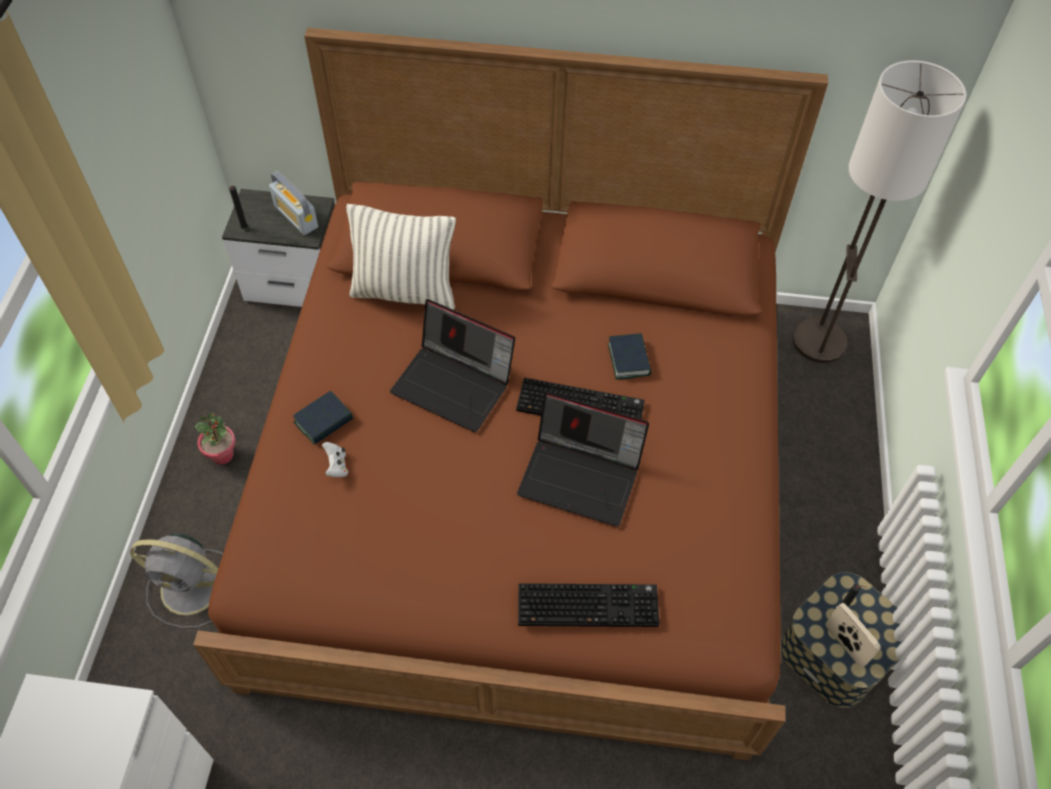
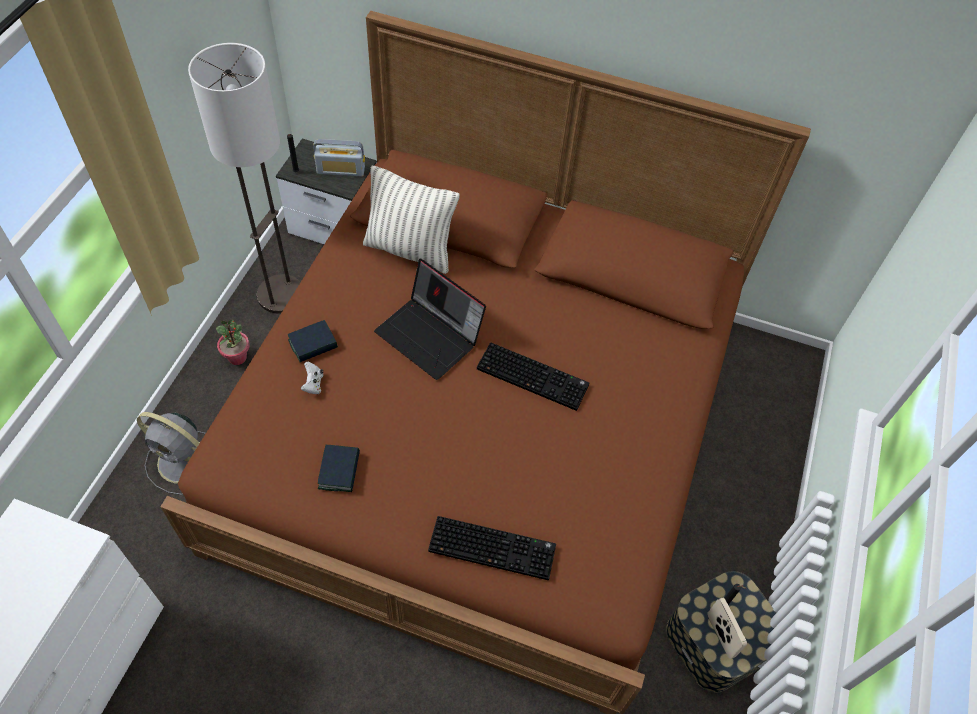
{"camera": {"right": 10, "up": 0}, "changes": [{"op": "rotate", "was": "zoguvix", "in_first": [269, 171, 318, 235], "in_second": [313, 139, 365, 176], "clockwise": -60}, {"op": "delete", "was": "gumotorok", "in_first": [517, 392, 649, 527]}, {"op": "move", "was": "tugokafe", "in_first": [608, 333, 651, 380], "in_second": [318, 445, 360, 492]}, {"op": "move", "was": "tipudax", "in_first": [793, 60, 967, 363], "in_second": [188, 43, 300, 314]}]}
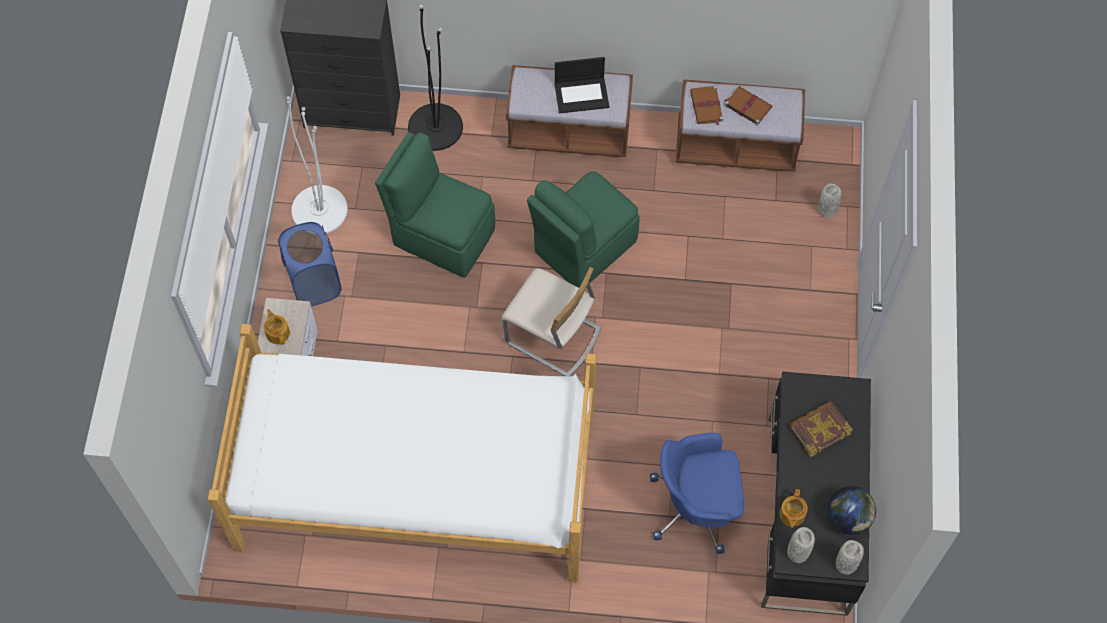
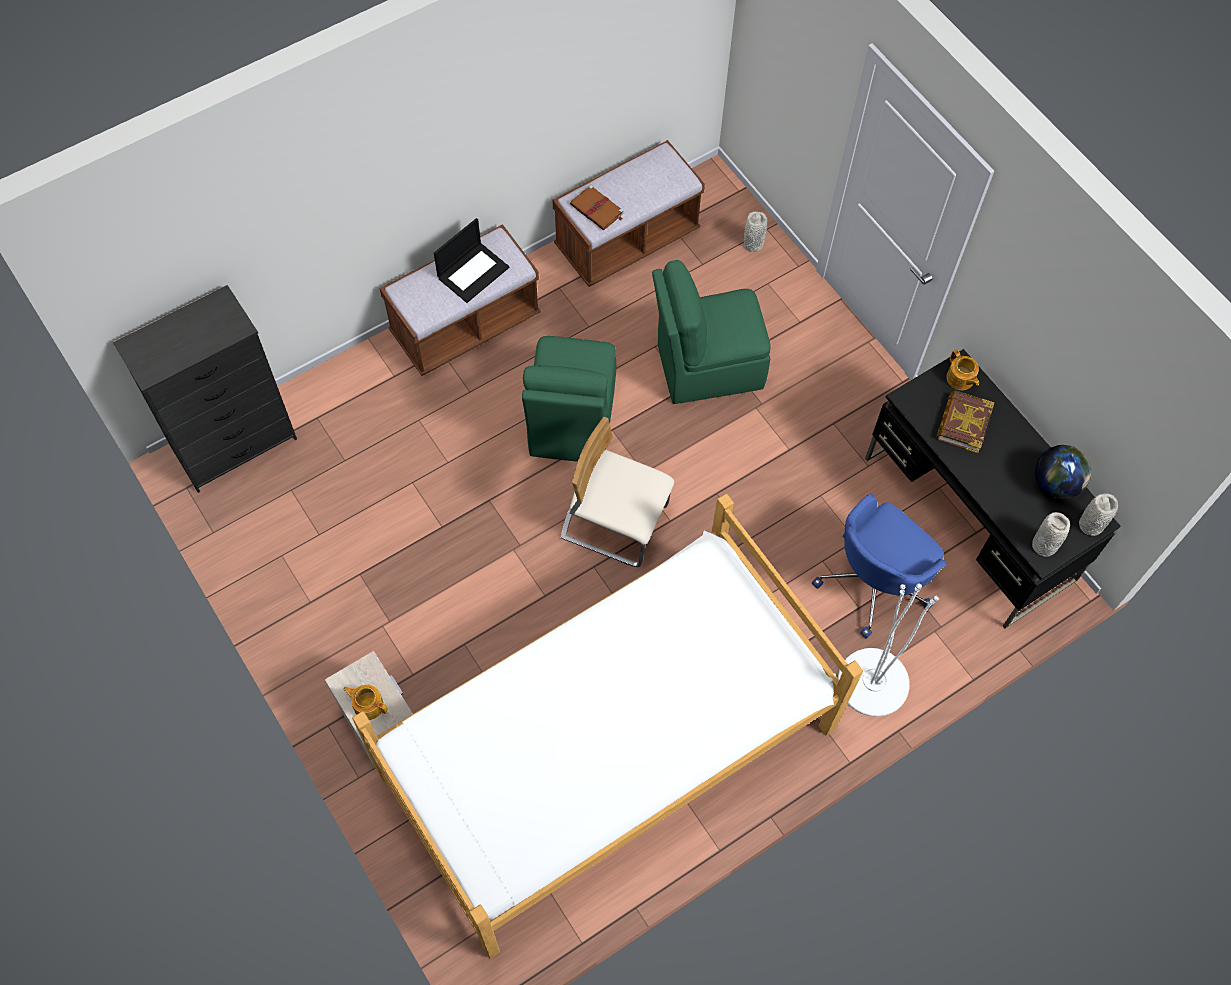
{"camera": {"right": -40, "up": 0}, "changes": [{"op": "delete", "was": "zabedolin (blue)", "in_first": [278, 222, 342, 306]}, {"op": "move", "was": "tipudax (white)", "in_first": [286, 96, 348, 234], "in_second": [838, 583, 939, 717]}, {"op": "move", "was": "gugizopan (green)", "in_first": [375, 132, 495, 278], "in_second": [652, 260, 771, 404]}, {"op": "delete", "was": "tipudax (black)", "in_first": [408, 5, 463, 151]}, {"op": "rotate", "was": "gugizopan (beige)", "in_first": [502, 267, 601, 376], "in_second": [561, 417, 674, 567], "clockwise": -150}, {"op": "delete", "was": "tugokafe (brown)", "in_first": [724, 86, 772, 126]}, {"op": "move", "was": "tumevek", "in_first": [779, 489, 808, 528], "in_second": [946, 349, 979, 390]}]}
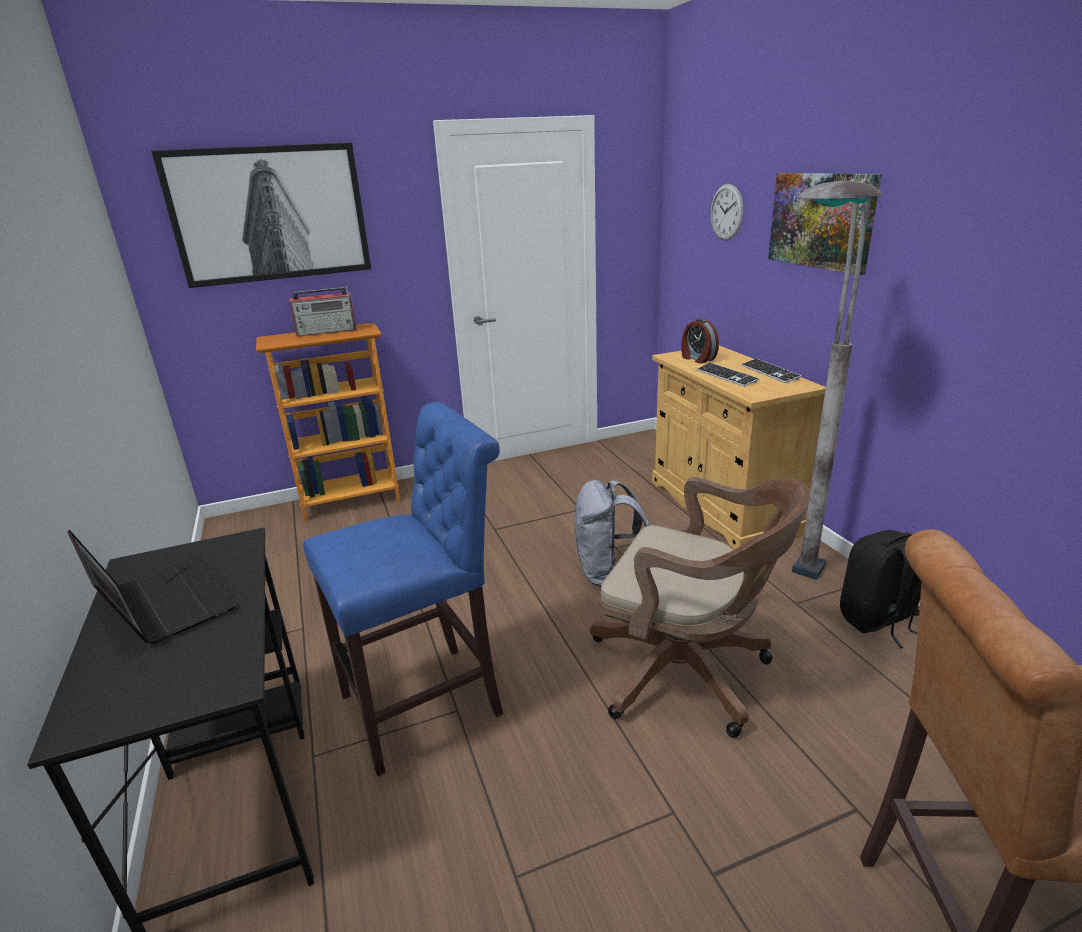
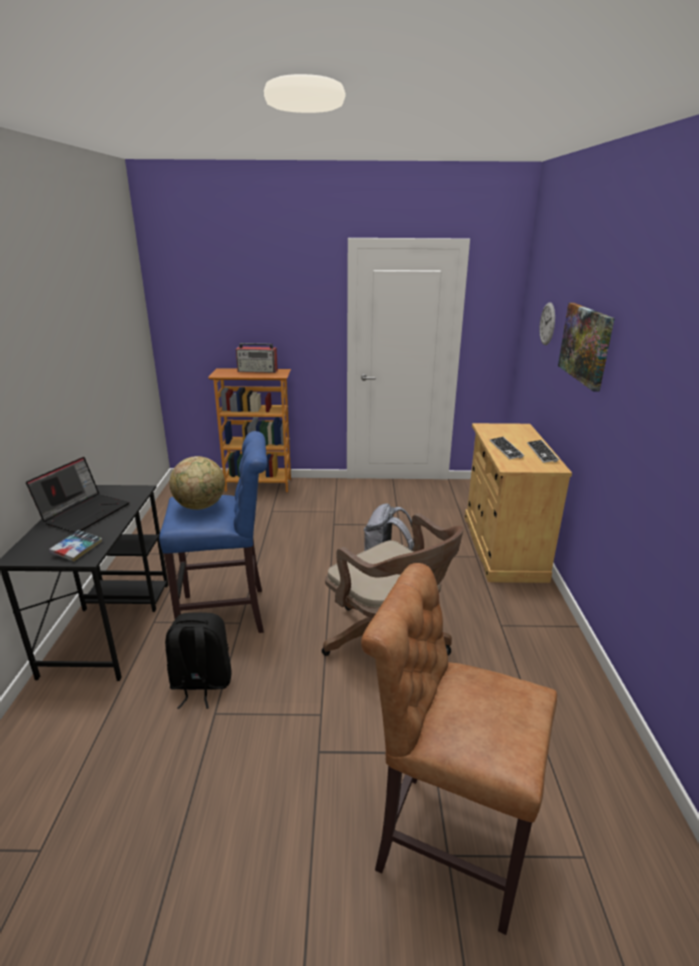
{"camera": {"right": 20, "up": 0}, "changes": [{"op": "rotate", "was": "gumotorok", "in_first": [67, 530, 238, 644], "in_second": [26, 457, 129, 533], "clockwise": 45}, {"op": "delete", "was": "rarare", "in_first": [151, 143, 371, 288]}, {"op": "delete", "was": "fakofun", "in_first": [681, 319, 719, 364]}, {"op": "delete", "was": "tipudax (grey)", "in_first": [792, 178, 882, 580]}, {"op": "move", "was": "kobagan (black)", "in_first": [840, 530, 922, 648], "in_second": [165, 613, 231, 709]}, {"op": "insert", "now": "tugokafe", "in_second": [49, 530, 102, 562]}, {"op": "insert", "now": "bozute", "in_second": [169, 456, 225, 510]}]}
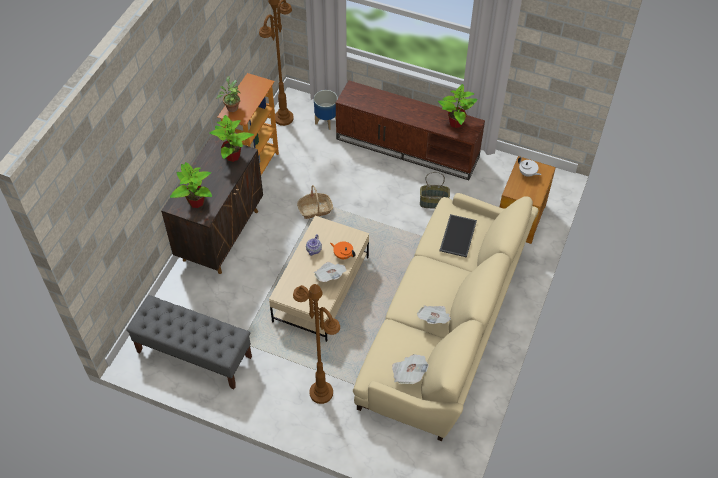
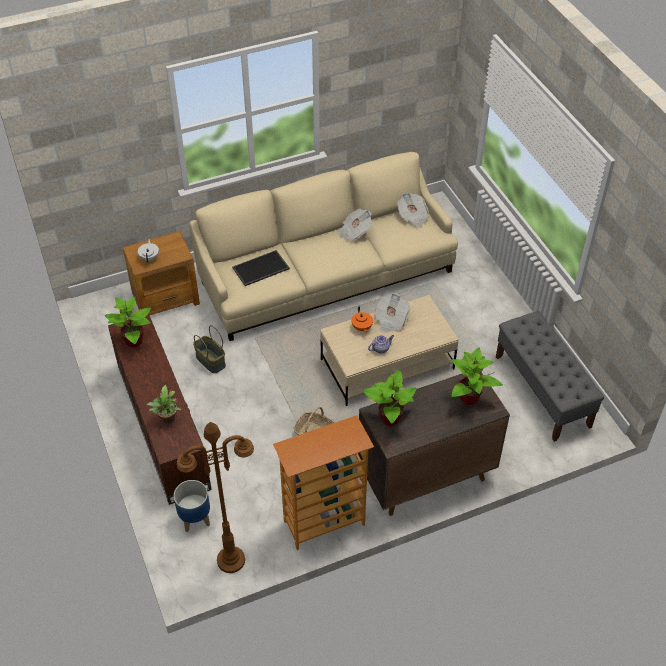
{"camera": {"right": -135, "up": -5}, "changes": [{"op": "move", "was": "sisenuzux", "in_first": [216, 76, 240, 112], "in_second": [147, 385, 182, 424]}, {"op": "delete", "was": "tipudax (brown)", "in_first": [293, 284, 340, 404]}]}
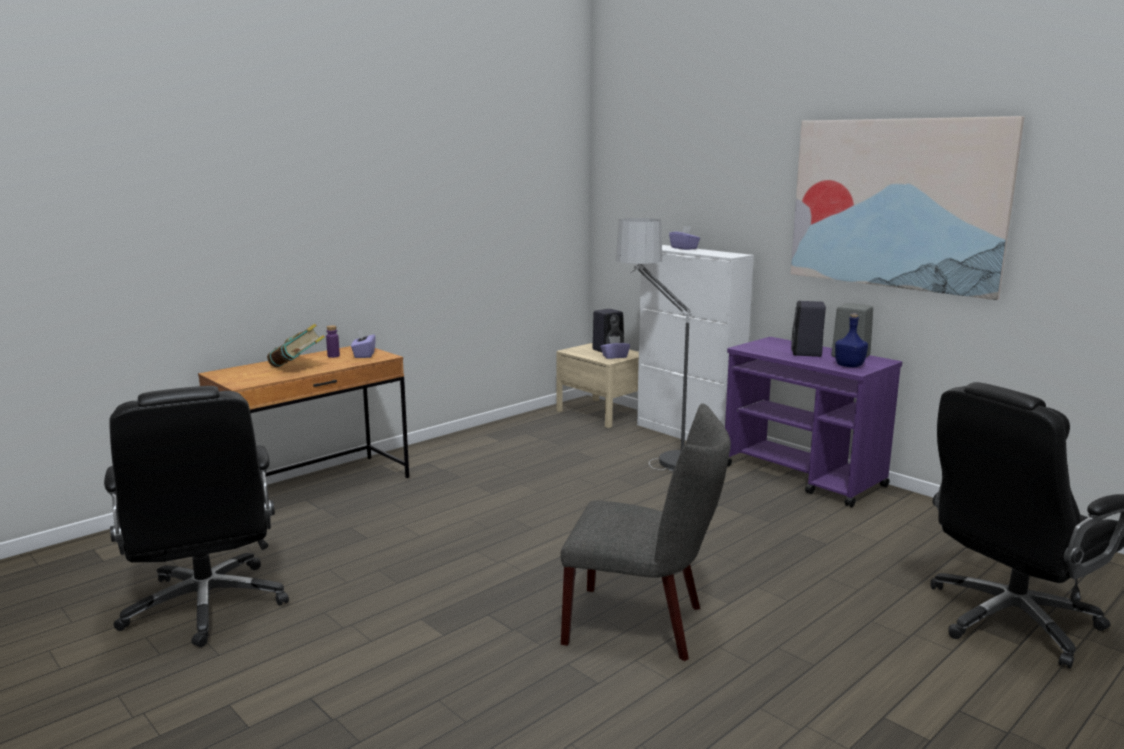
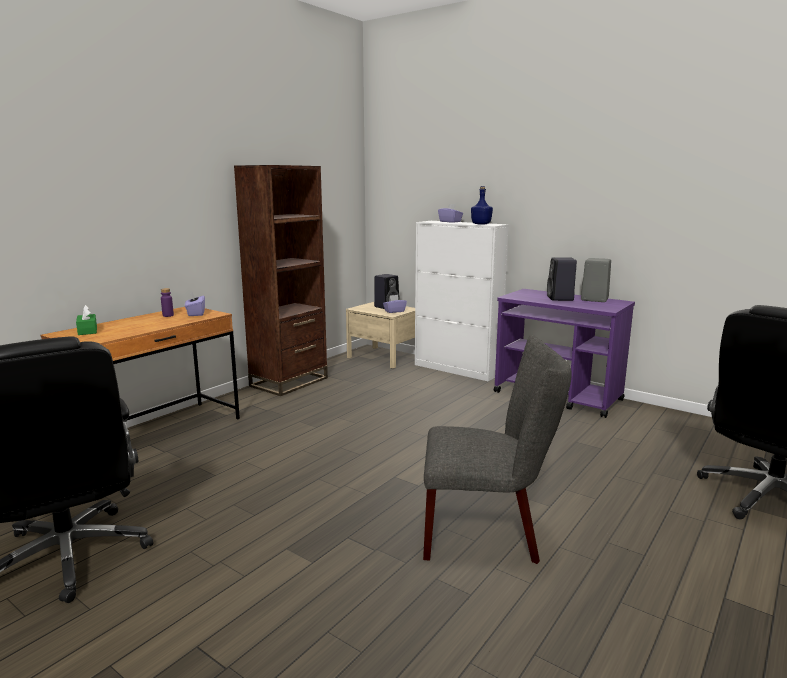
{"camera": {"right": -10, "up": 0}, "changes": [{"op": "delete", "was": "tugokafe", "in_first": [267, 324, 325, 368]}, {"op": "delete", "was": "tipudax", "in_first": [616, 218, 692, 471]}, {"op": "delete", "was": "rarare", "in_first": [791, 116, 1025, 300]}, {"op": "move", "was": "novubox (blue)", "in_first": [835, 313, 868, 367], "in_second": [471, 186, 493, 225]}, {"op": "insert", "now": "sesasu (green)", "in_second": [76, 305, 97, 335]}, {"op": "insert", "now": "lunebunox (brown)", "in_second": [234, 165, 328, 396]}]}
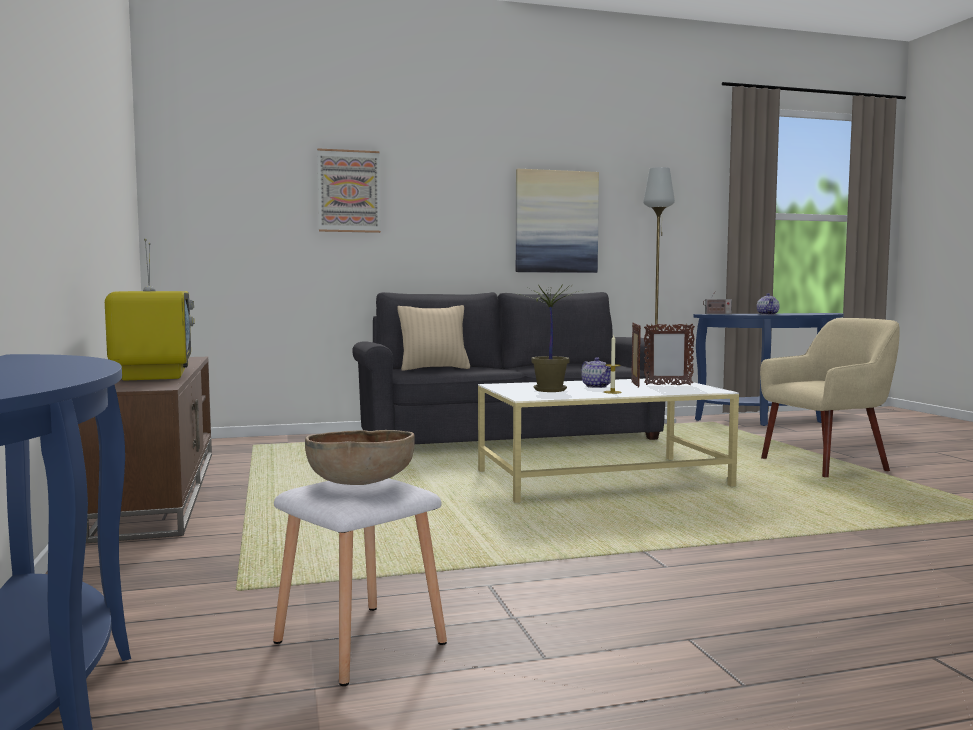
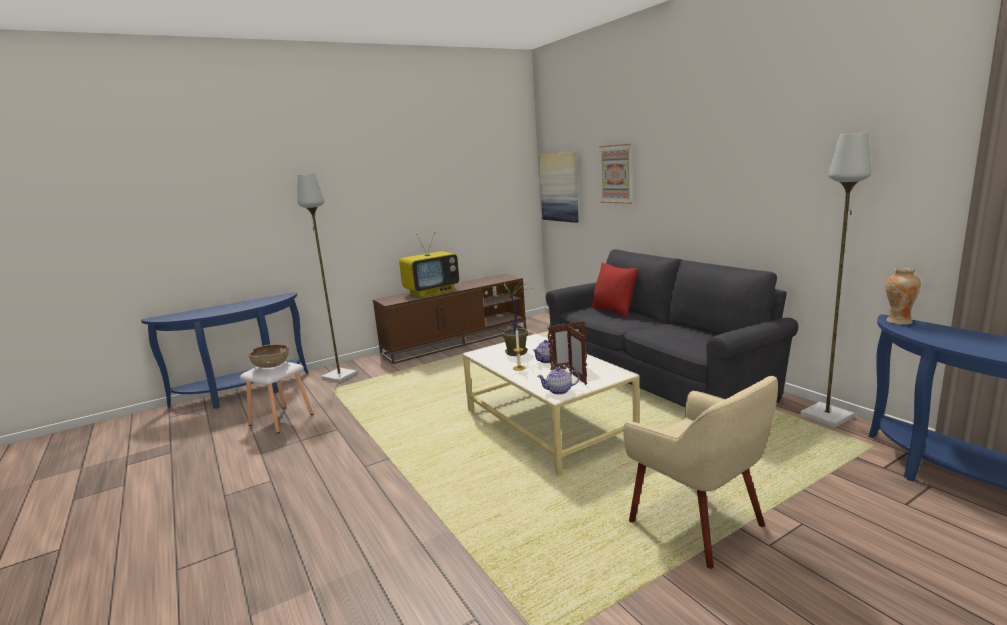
{"camera": {"right": 75, "up": 10}, "changes": [{"op": "recolor", "was": "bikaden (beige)", "now": "bikaden (red)", "in_first": [398, 305, 470, 371], "in_second": [592, 263, 638, 317]}, {"op": "move", "was": "rarare", "in_first": [516, 169, 599, 273], "in_second": [539, 152, 579, 223]}, {"op": "replace", "was": "zoguvix", "now": "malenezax", "in_first": [703, 291, 732, 314], "in_second": [886, 268, 921, 325]}, {"op": "move", "was": "tumevek", "in_first": [757, 293, 780, 315], "in_second": [537, 367, 580, 395]}, {"op": "insert", "now": "tipudax (grey)", "in_second": [297, 173, 358, 383]}]}
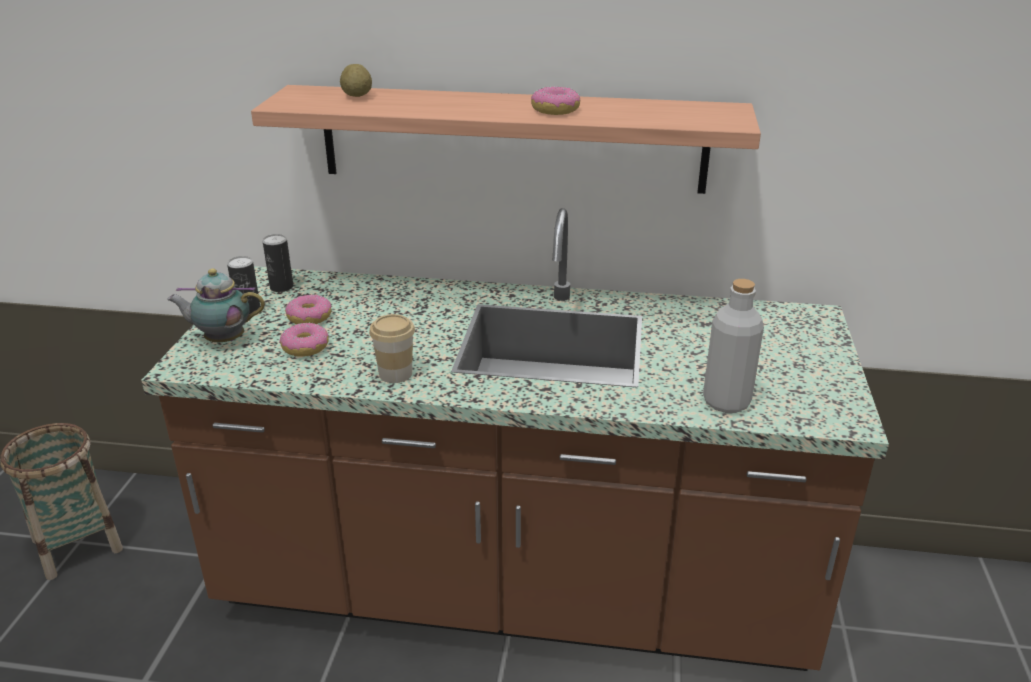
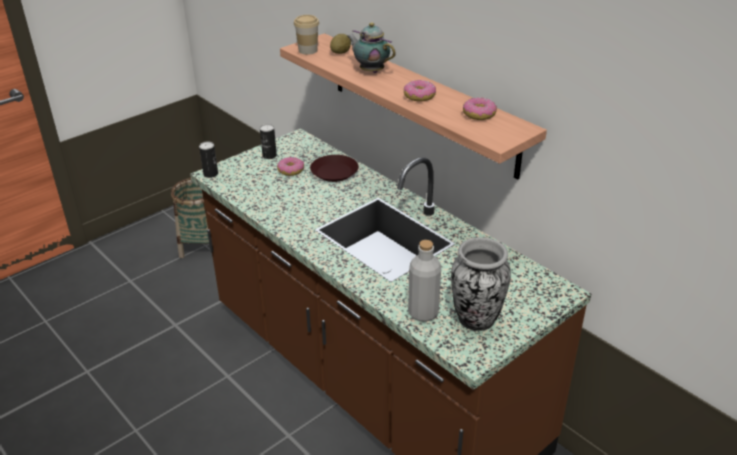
{"camera": {"right": 40, "up": 5}, "changes": [{"op": "move", "was": "tumevek", "in_first": [167, 269, 265, 342], "in_second": [347, 22, 396, 73]}, {"op": "move", "was": "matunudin", "in_first": [263, 234, 293, 292], "in_second": [199, 141, 218, 178]}, {"op": "move", "was": "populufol", "in_first": [279, 323, 329, 357], "in_second": [463, 97, 497, 120]}, {"op": "move", "was": "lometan", "in_first": [369, 314, 415, 383], "in_second": [294, 15, 319, 55]}, {"op": "insert", "now": "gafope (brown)", "in_second": [310, 155, 359, 182]}, {"op": "insert", "now": "malenezax", "in_second": [451, 237, 511, 331]}]}
